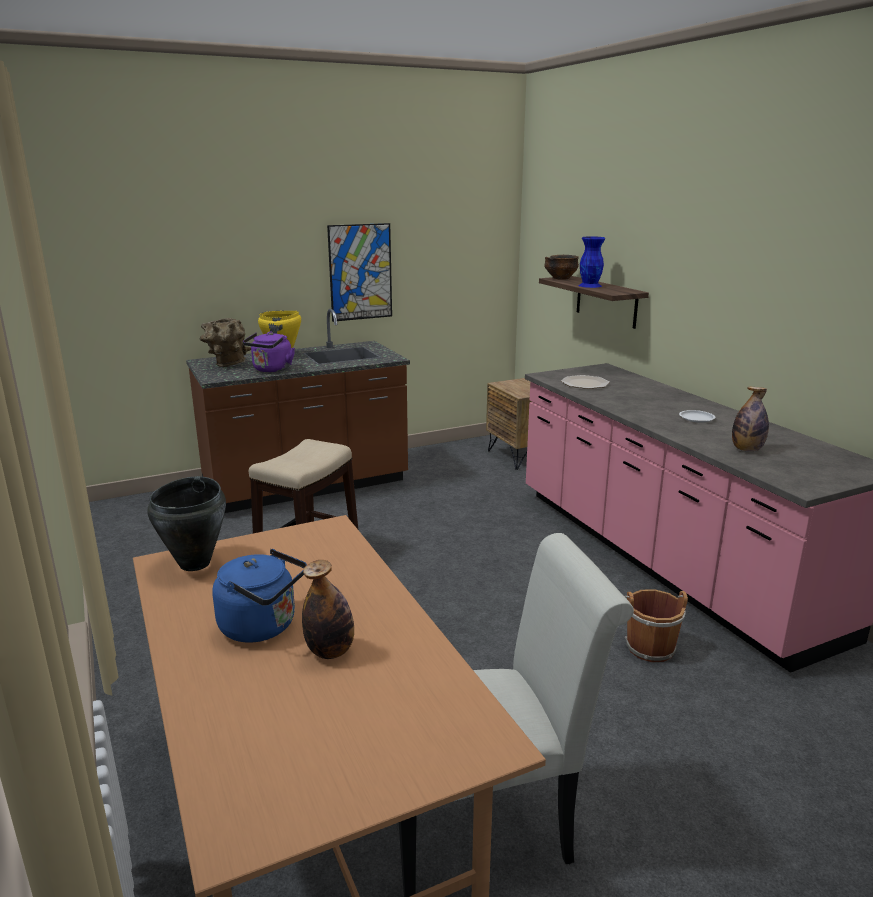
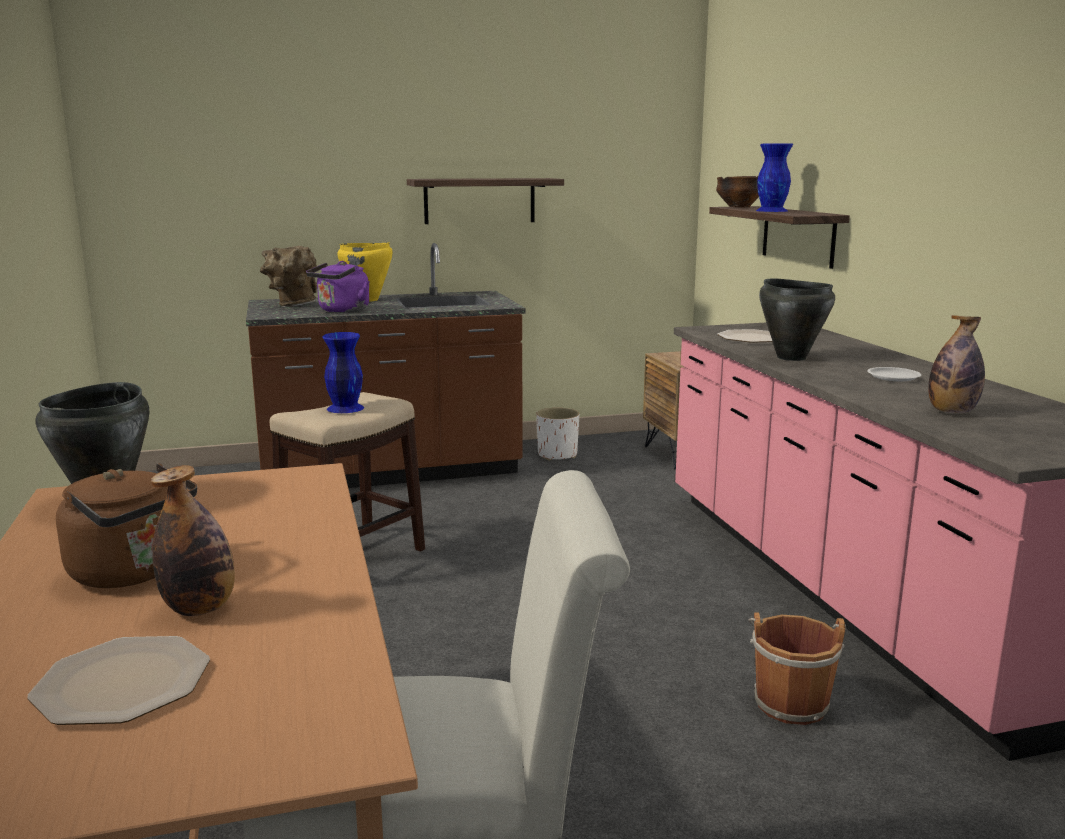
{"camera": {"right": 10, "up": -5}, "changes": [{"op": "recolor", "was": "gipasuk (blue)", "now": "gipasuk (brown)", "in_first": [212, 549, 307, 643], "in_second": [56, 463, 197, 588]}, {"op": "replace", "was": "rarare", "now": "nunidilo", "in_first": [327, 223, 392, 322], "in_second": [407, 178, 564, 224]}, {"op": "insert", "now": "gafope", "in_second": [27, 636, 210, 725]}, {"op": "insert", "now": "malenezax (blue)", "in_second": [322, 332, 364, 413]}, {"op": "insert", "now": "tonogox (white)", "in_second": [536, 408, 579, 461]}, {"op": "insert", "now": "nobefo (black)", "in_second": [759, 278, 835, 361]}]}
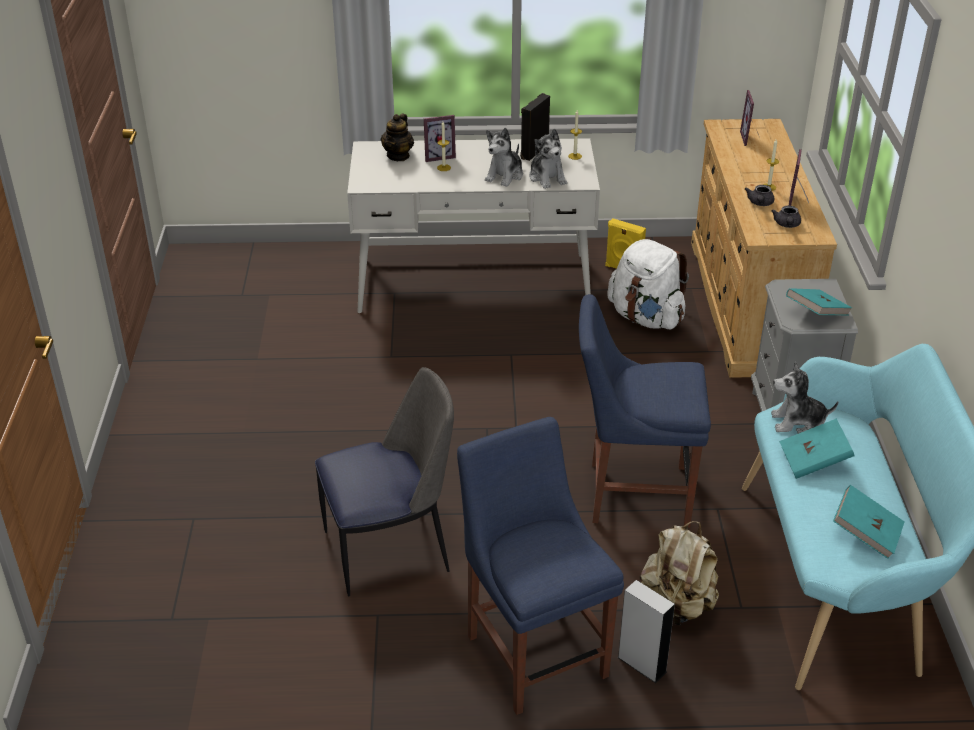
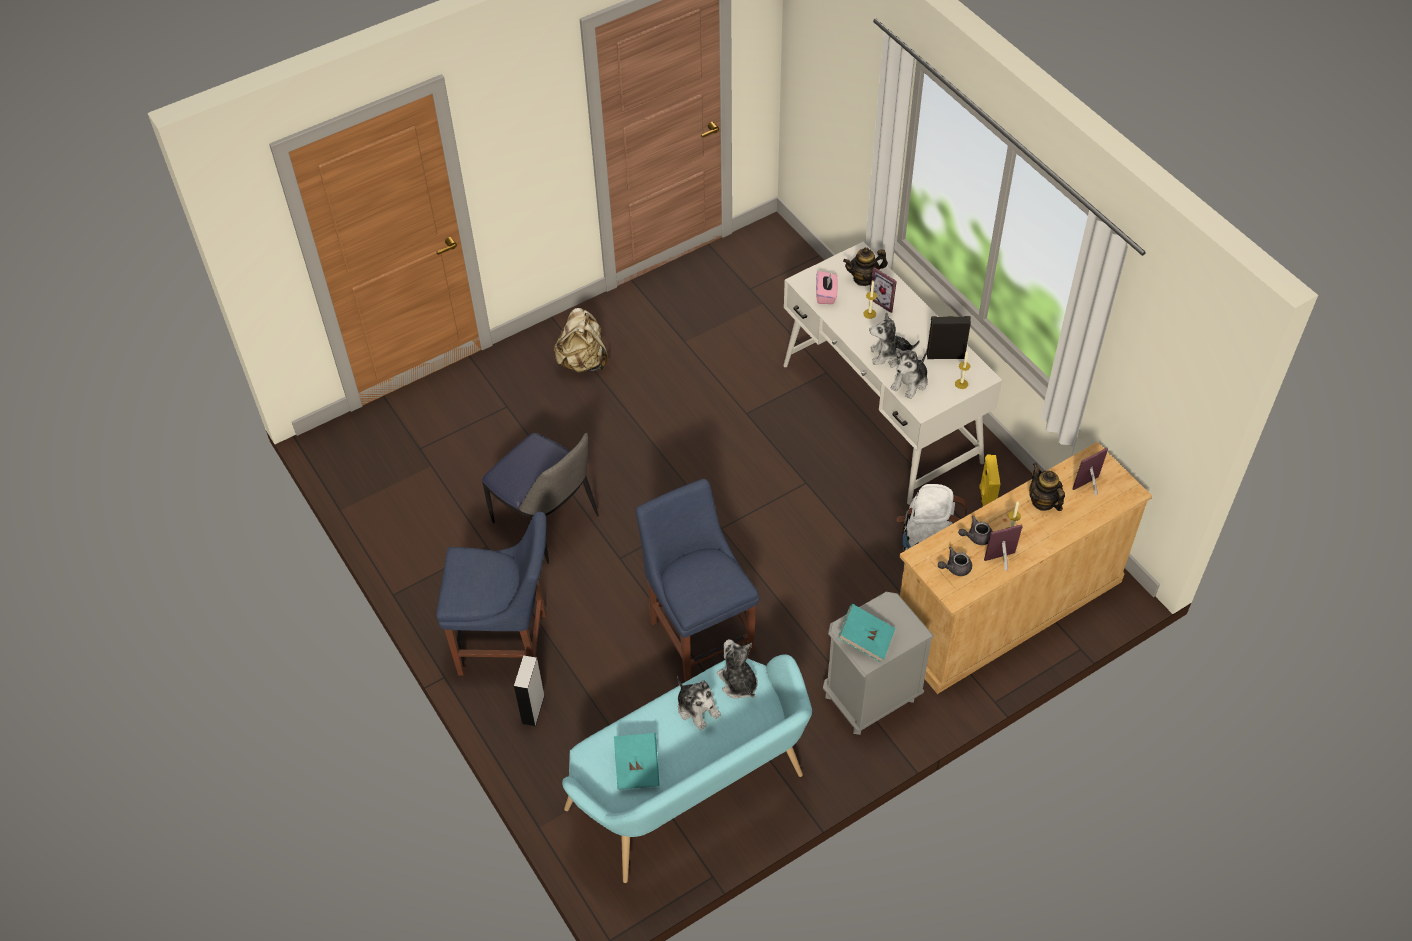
{"camera": {"right": 60, "up": 15}, "changes": [{"op": "rotate", "was": "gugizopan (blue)", "in_first": [457, 417, 624, 715], "in_second": [436, 511, 546, 676], "clockwise": 60}, {"op": "move", "was": "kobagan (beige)", "in_first": [640, 521, 719, 626], "in_second": [554, 308, 608, 373]}, {"op": "replace", "was": "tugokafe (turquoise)", "now": "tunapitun", "in_first": [779, 419, 855, 479], "in_second": [677, 676, 721, 730]}, {"op": "insert", "now": "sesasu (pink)", "in_second": [816, 271, 838, 304]}, {"op": "insert", "now": "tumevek", "in_second": [1029, 463, 1065, 511]}]}
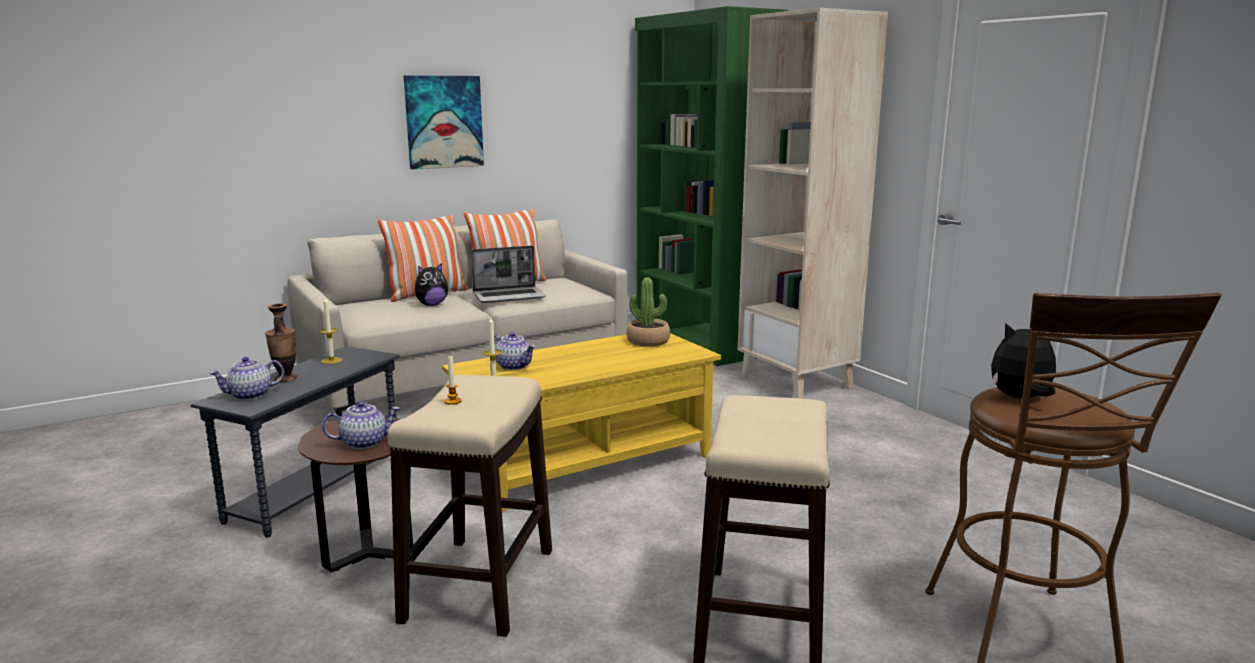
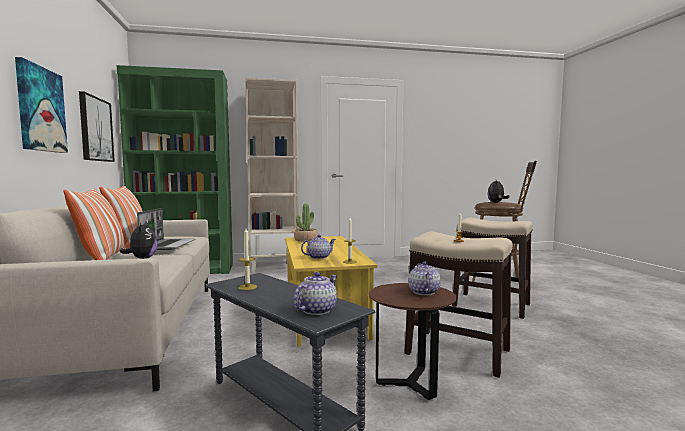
{"camera": {"right": -70, "up": -10}, "changes": [{"op": "rotate", "was": "tumevek", "in_first": [209, 357, 285, 400], "in_second": [293, 272, 337, 315], "clockwise": -135}, {"op": "delete", "was": "malenezax", "in_first": [265, 303, 297, 382]}, {"op": "insert", "now": "rarare", "in_second": [79, 91, 115, 162]}]}
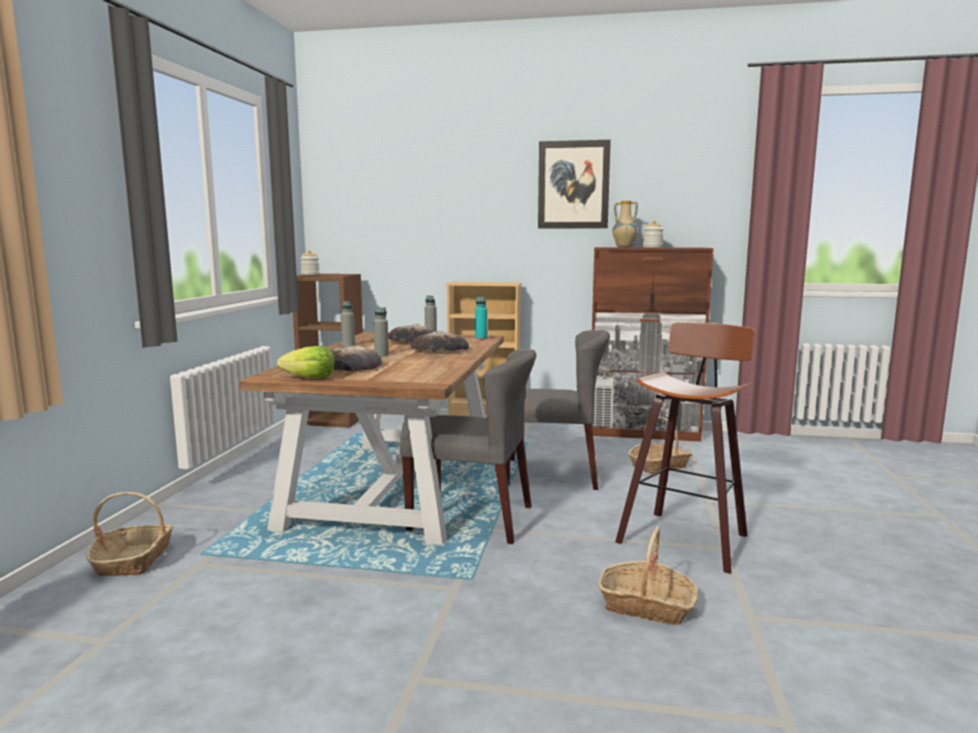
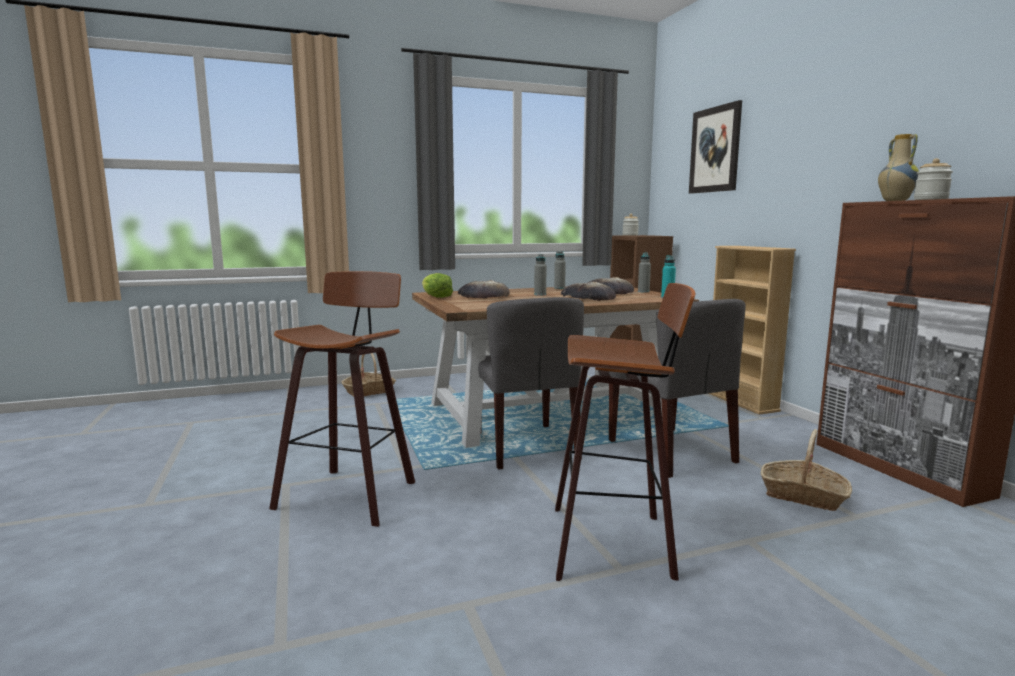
{"camera": {"right": 60, "up": 0}, "changes": [{"op": "move", "was": "rarare", "in_first": [538, 140, 611, 228], "in_second": [689, 100, 742, 194]}, {"op": "delete", "was": "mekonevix", "in_first": [598, 526, 698, 625]}, {"op": "insert", "now": "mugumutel", "in_second": [269, 271, 415, 527]}]}
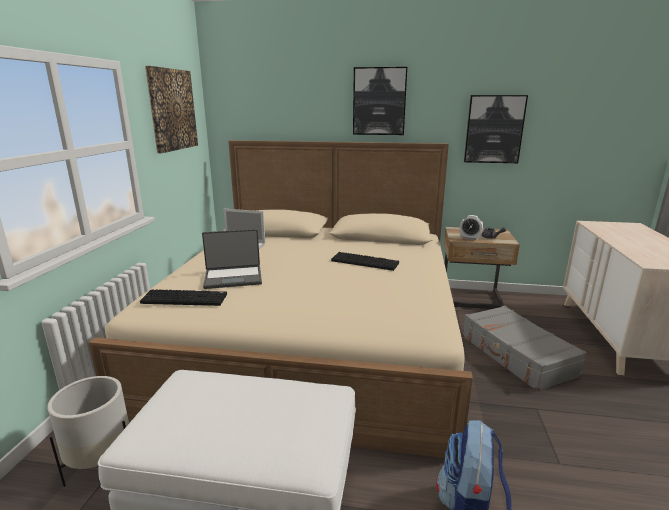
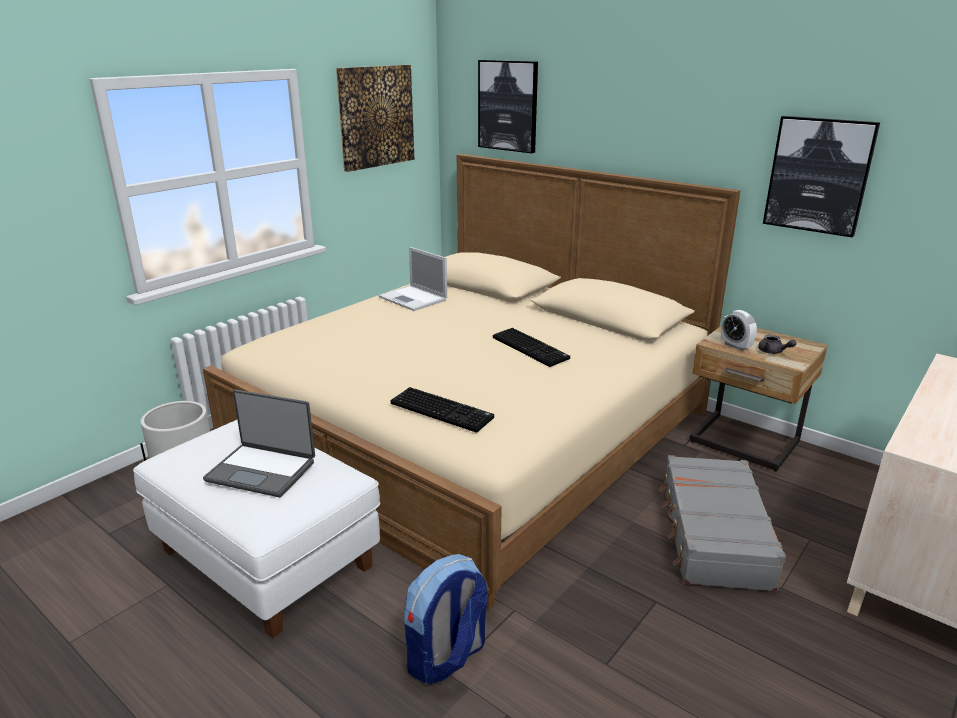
{"camera": {"right": 30, "up": 5}, "changes": [{"op": "move", "was": "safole", "in_first": [140, 289, 227, 306], "in_second": [390, 387, 494, 433]}, {"op": "move", "was": "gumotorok", "in_first": [202, 229, 262, 289], "in_second": [203, 390, 315, 497]}, {"op": "move", "was": "rarare", "in_first": [353, 67, 407, 135], "in_second": [478, 60, 538, 153]}]}
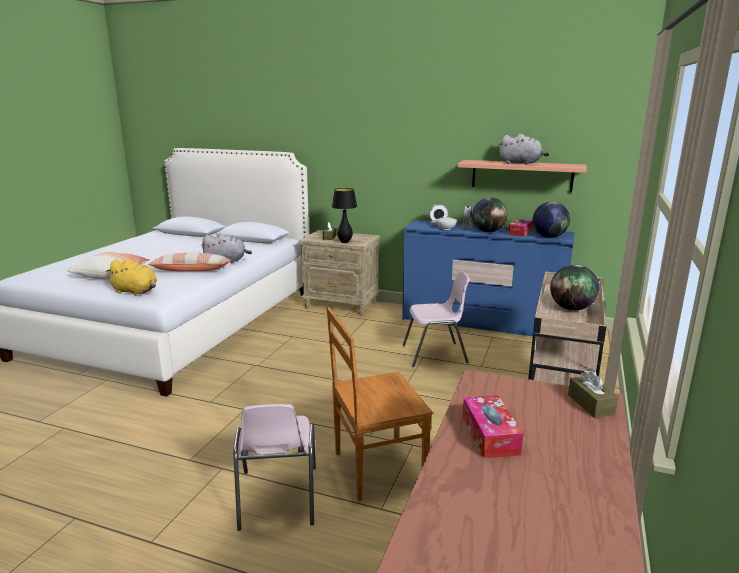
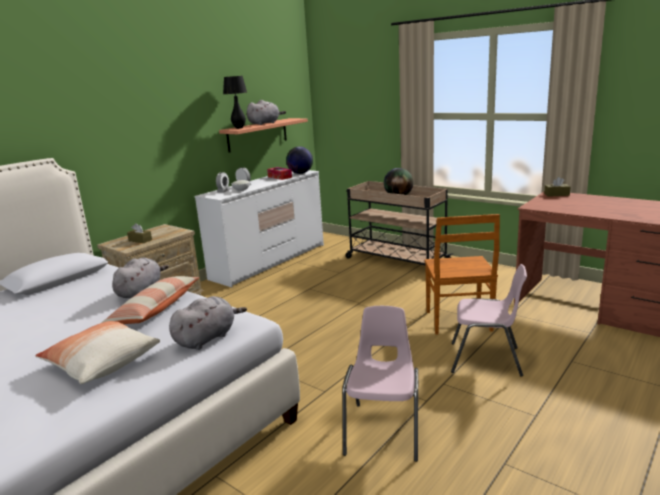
{"camera": {"right": -70, "up": 0}, "changes": [{"op": "recolor", "was": "tunapitun (yellow)", "now": "tunapitun (grey)", "in_first": [106, 259, 157, 296], "in_second": [169, 296, 247, 350]}, {"op": "move", "was": "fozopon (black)", "in_first": [332, 188, 357, 243], "in_second": [223, 76, 247, 129]}, {"op": "recolor", "was": "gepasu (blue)", "now": "gepasu (white)", "in_first": [402, 220, 575, 336], "in_second": [195, 170, 324, 288]}, {"op": "move", "was": "gugizopan (pink)", "in_first": [403, 271, 470, 367], "in_second": [342, 306, 418, 462]}, {"op": "delete", "was": "sesasu", "in_first": [462, 395, 523, 458]}, {"op": "delete", "was": "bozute", "in_first": [472, 197, 508, 232]}]}
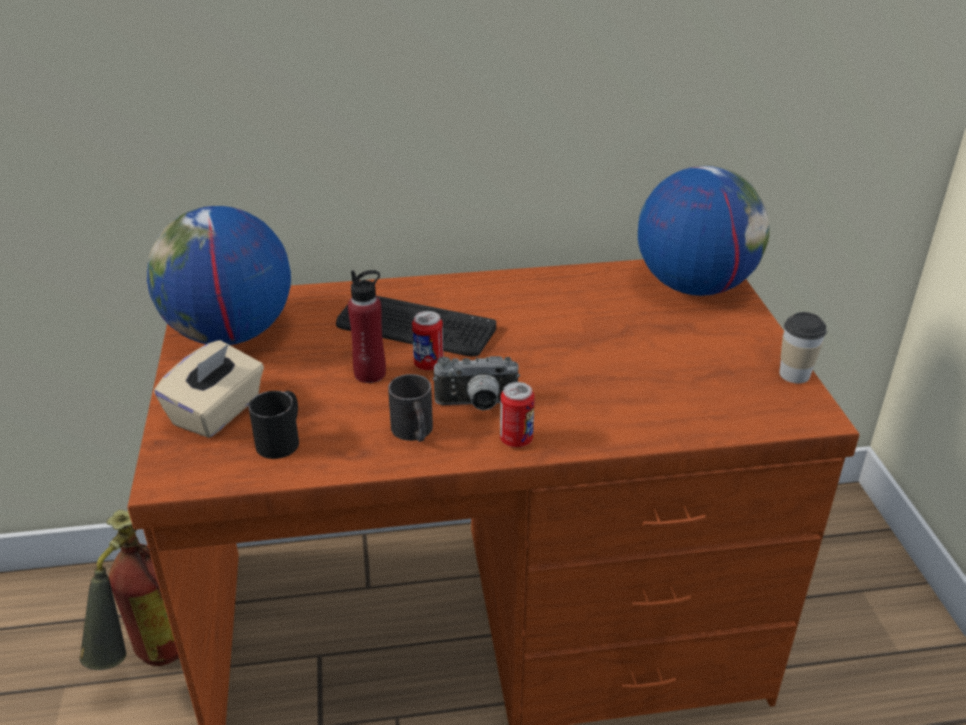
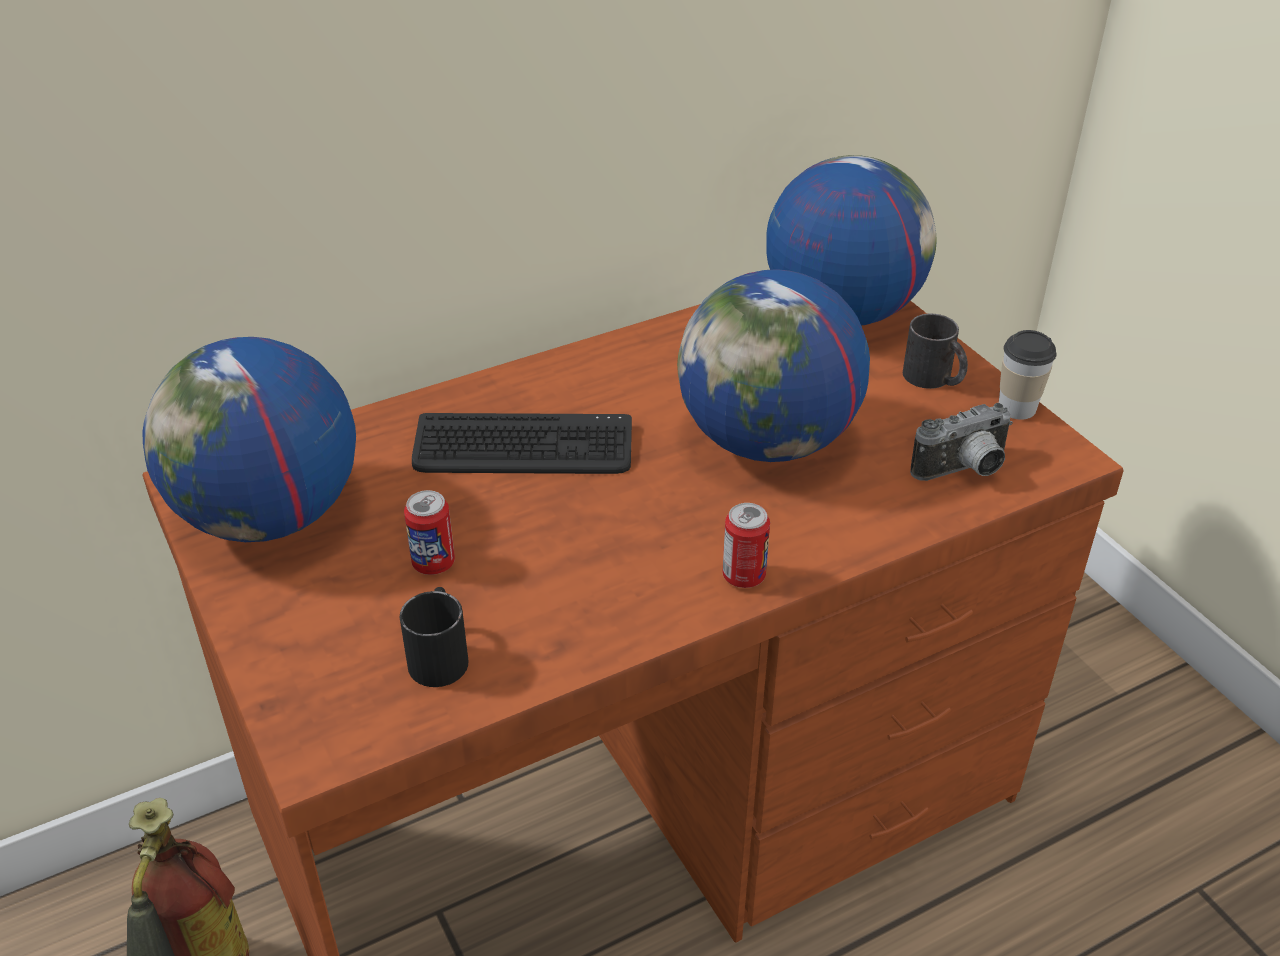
{"camera": {"right": -20, "up": 5}, "changes": [{"op": "delete", "was": "sesasu (beige)", "in_first": [154, 340, 264, 438]}, {"op": "delete", "was": "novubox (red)", "in_first": [348, 270, 386, 383]}, {"op": "move", "was": "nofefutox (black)", "in_first": [388, 374, 433, 442], "in_second": [903, 314, 968, 389]}, {"op": "move", "was": "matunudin", "in_first": [412, 311, 444, 371], "in_second": [404, 490, 455, 575]}, {"op": "move", "was": "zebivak", "in_first": [433, 356, 520, 411], "in_second": [910, 403, 1013, 481]}, {"op": "insert", "now": "bozute", "in_second": [677, 269, 870, 462]}]}
